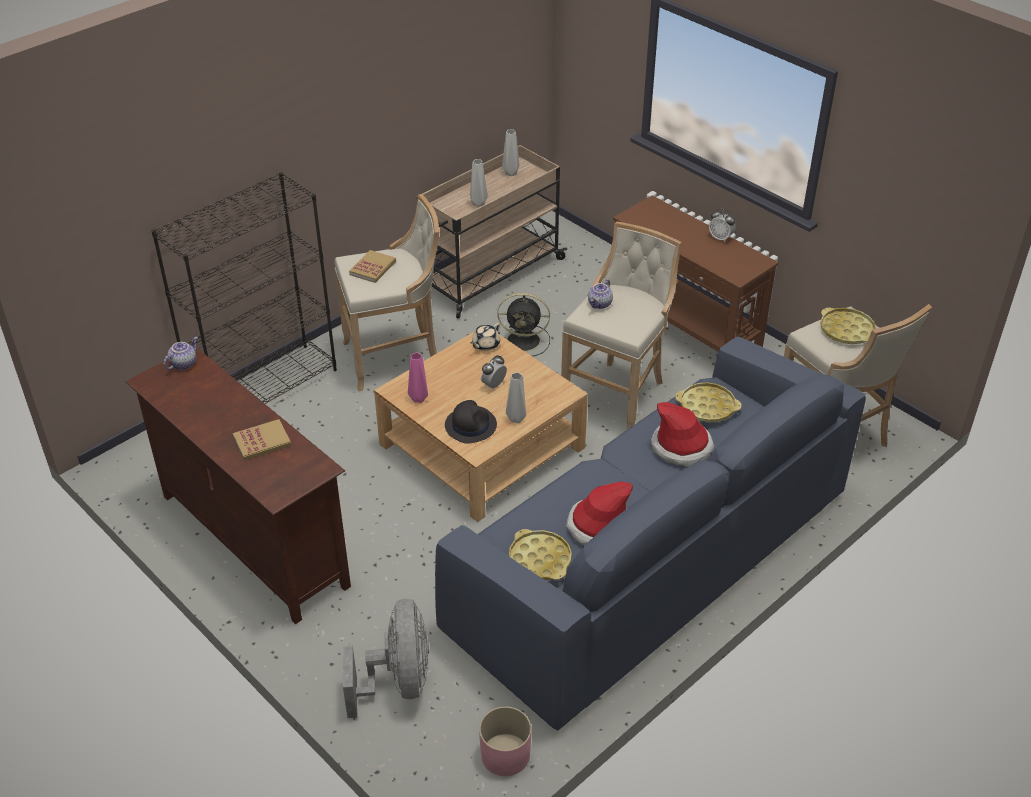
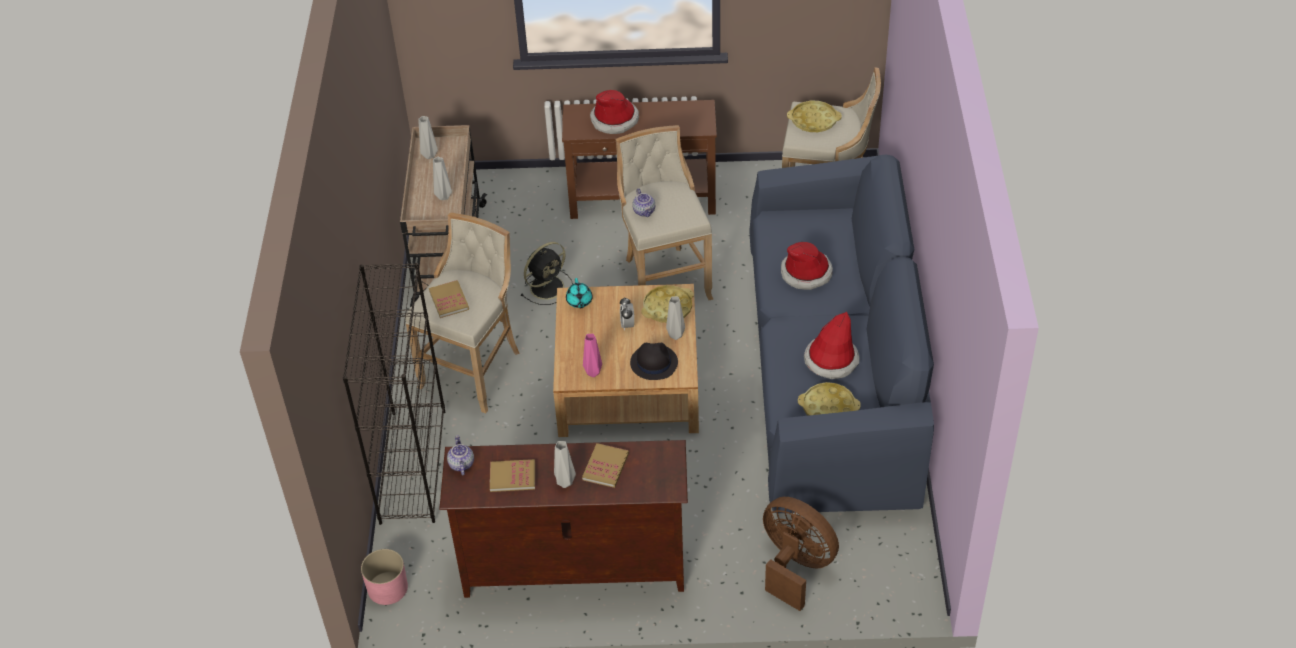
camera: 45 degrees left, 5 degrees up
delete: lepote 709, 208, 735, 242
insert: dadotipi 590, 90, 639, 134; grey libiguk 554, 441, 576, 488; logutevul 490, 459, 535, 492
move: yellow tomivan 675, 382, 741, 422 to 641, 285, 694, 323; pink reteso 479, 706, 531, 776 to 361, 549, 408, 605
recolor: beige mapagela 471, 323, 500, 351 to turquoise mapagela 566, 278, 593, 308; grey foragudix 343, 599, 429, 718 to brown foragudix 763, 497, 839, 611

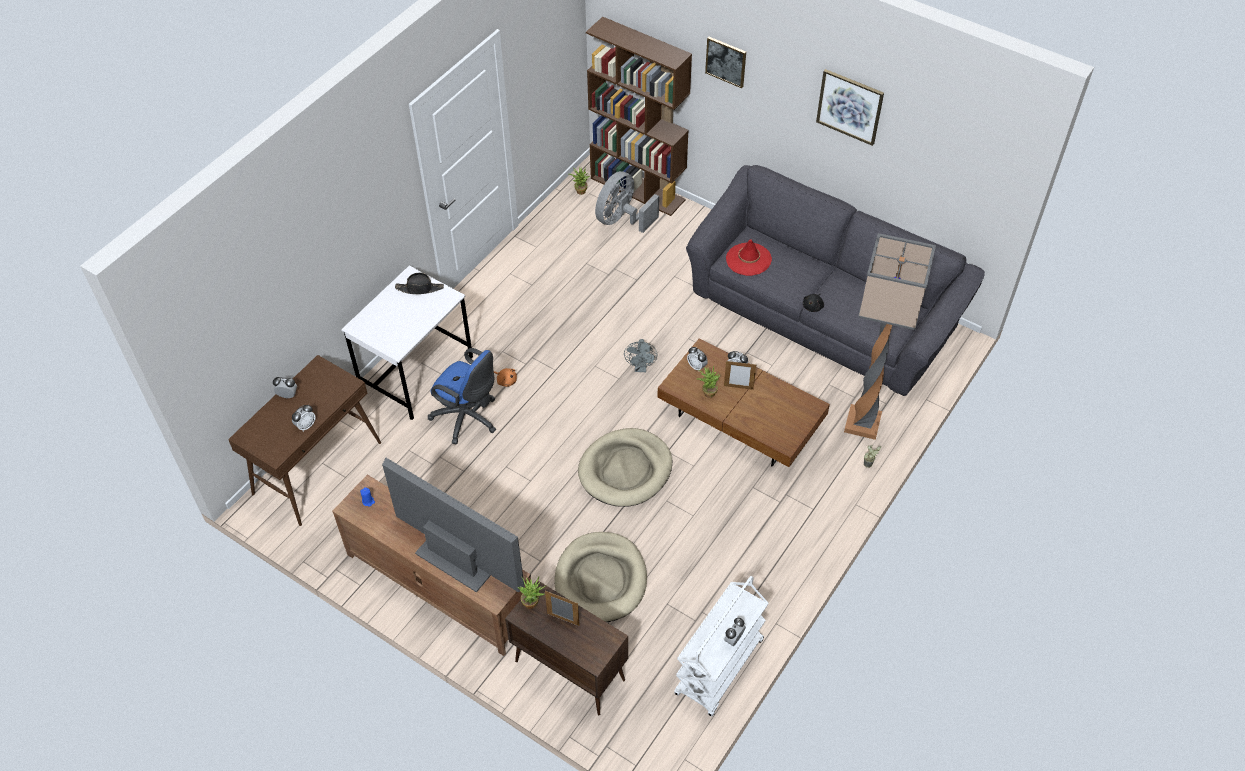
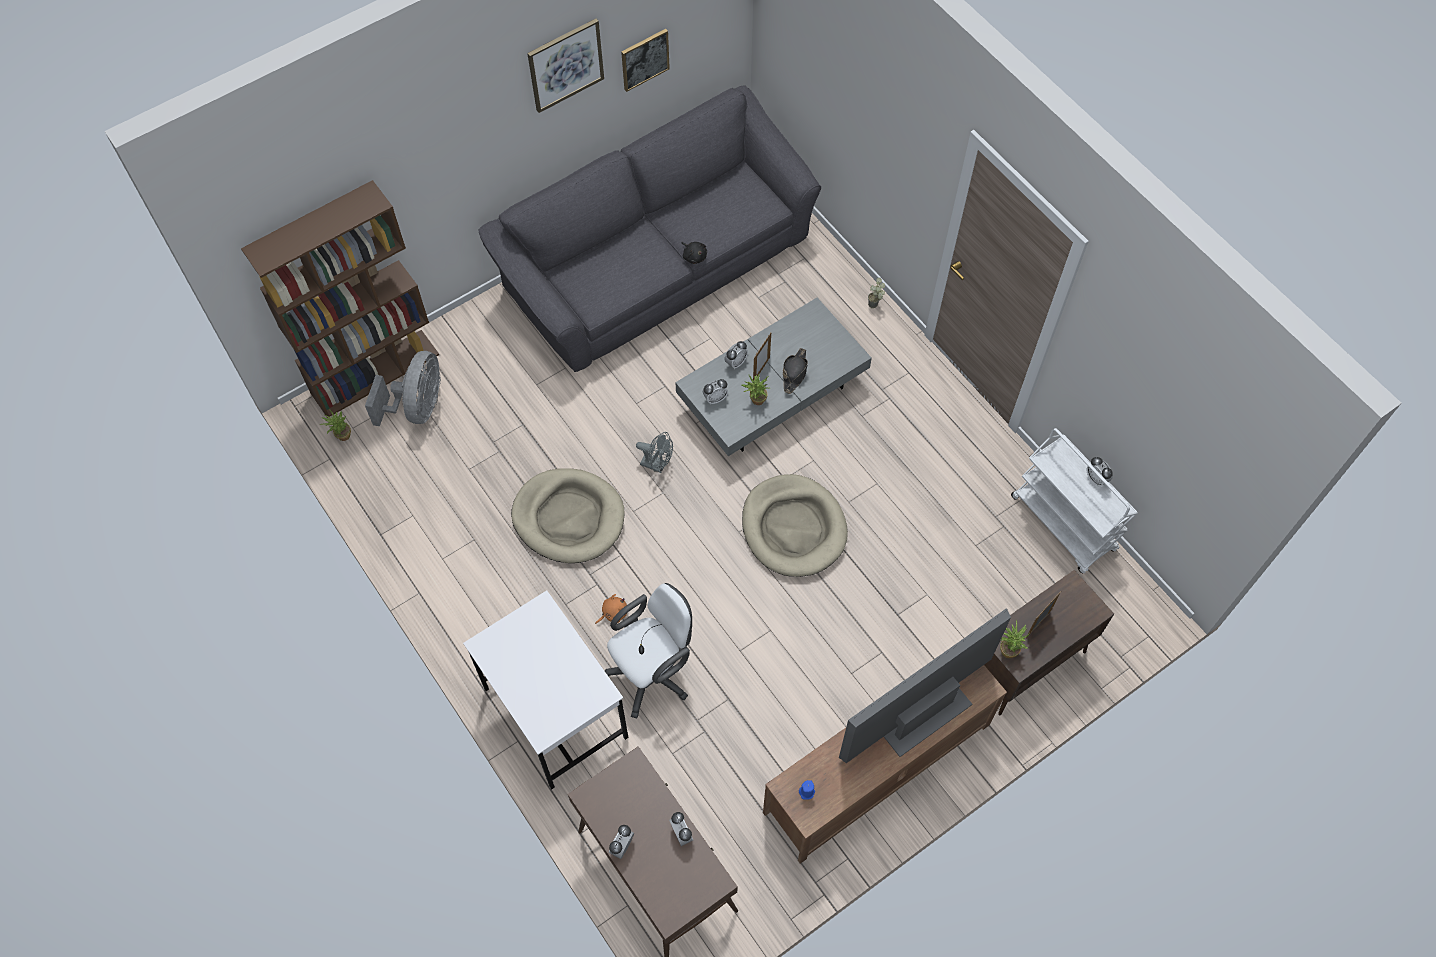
camera: 70 degrees left, 10 degrees up
delete: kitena 844, 233, 936, 440; red dadotipi 726, 239, 772, 276
move: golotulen 705, 37, 746, 88 to 621, 29, 670, 92; black dadotipi 395, 272, 444, 294 to 783, 348, 808, 394; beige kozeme 554, 532, 647, 622 to 511, 468, 625, 563
recolor: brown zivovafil 657, 338, 830, 467 to grey zivovafil 675, 298, 872, 456; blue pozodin 428, 348, 496, 444 to white pozodin 605, 583, 692, 718
rotate: grey foragudix 595, 171, 659, 233 = 365, 351, 441, 426 135 degrees counterclockwise

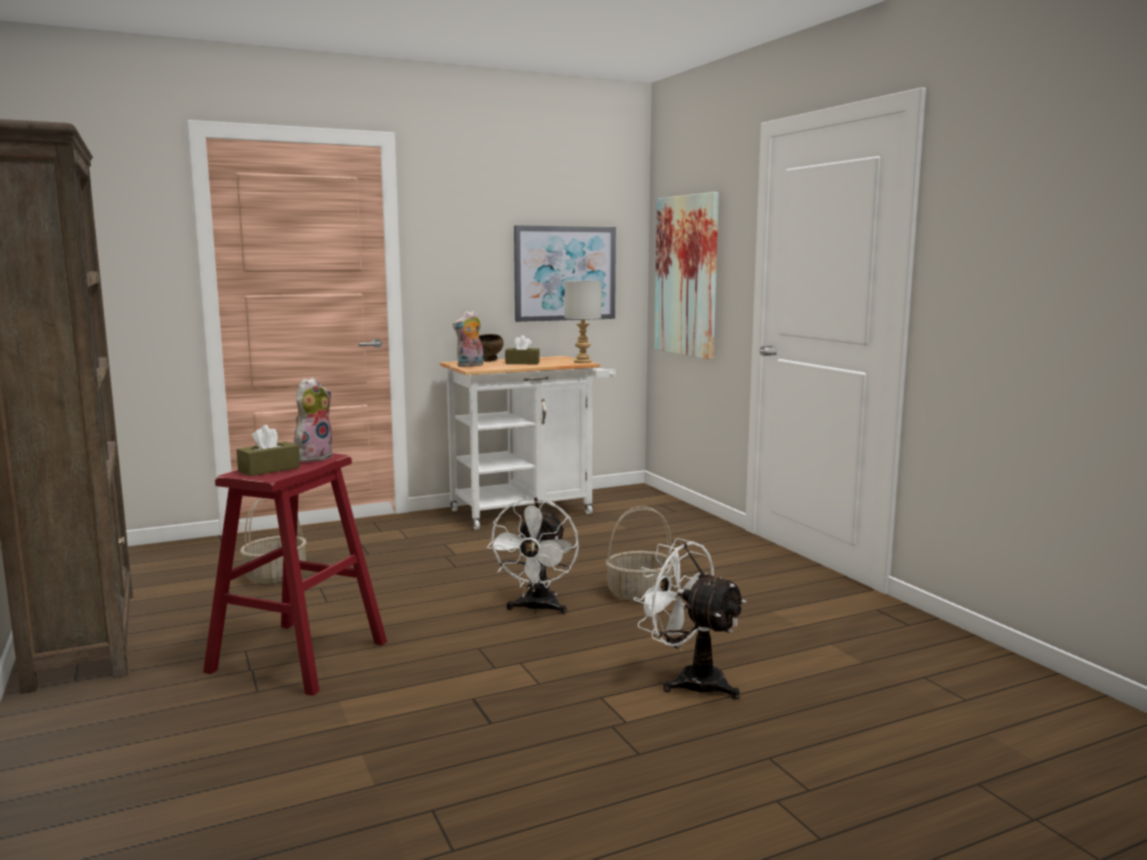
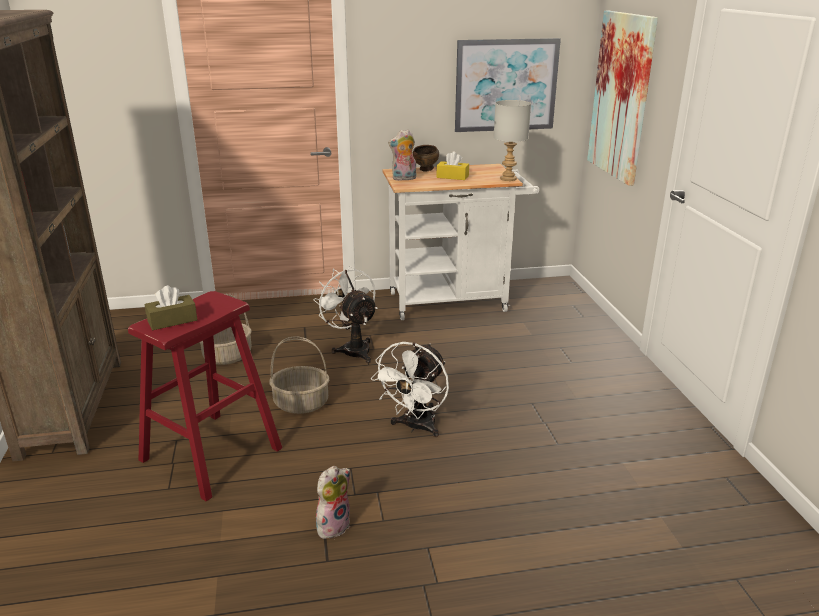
camera: 15 degrees right, 15 degrees up
move: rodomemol 294, 377, 333, 462 to 316, 466, 350, 539; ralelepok 605, 506, 673, 601 to 269, 336, 329, 414; white foragudix 633, 538, 747, 699 to 314, 266, 378, 363
recolor: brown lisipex 505, 335, 540, 364 to yellow lisipex 437, 152, 469, 180

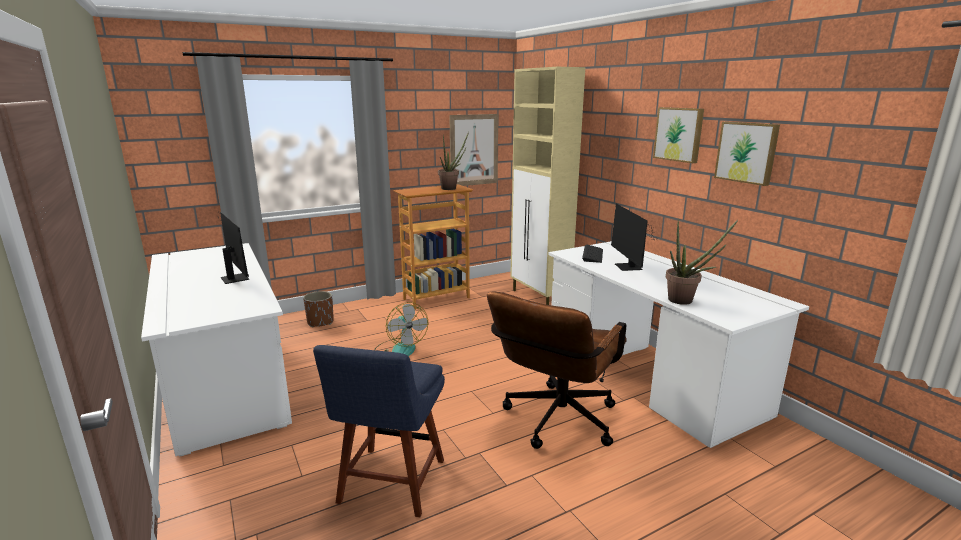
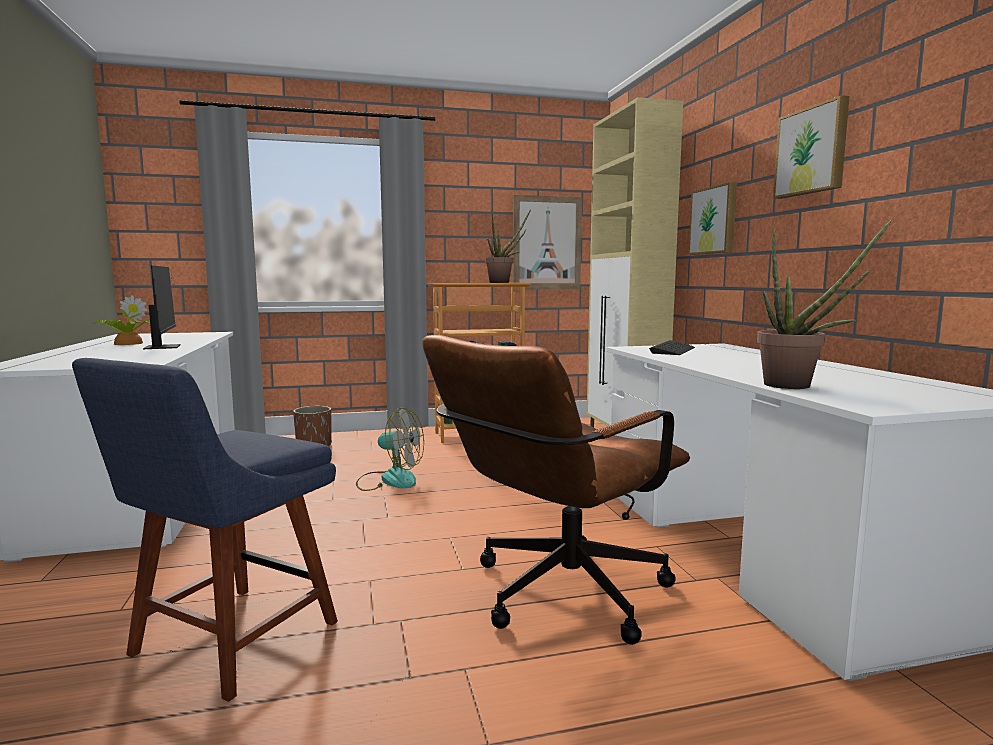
camera: 15 degrees right, 10 degrees down
delete: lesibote 611, 204, 655, 271
insert: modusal 94, 295, 150, 345
move: golotulen 714, 122, 780, 186 to 688, 182, 737, 255
rotate: foragudix 374, 302, 428, 356 = 356, 407, 424, 491 60 degrees counterclockwise

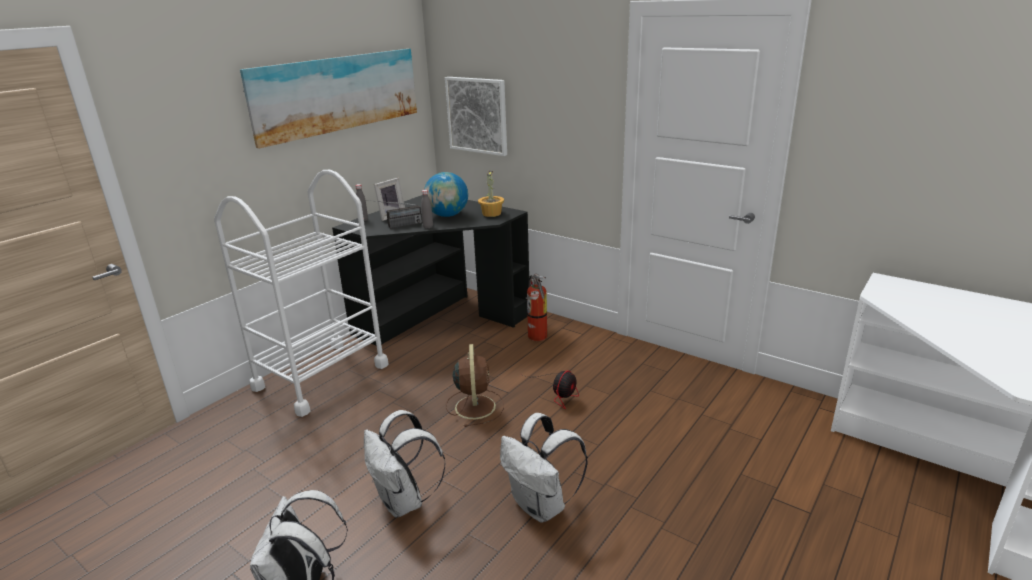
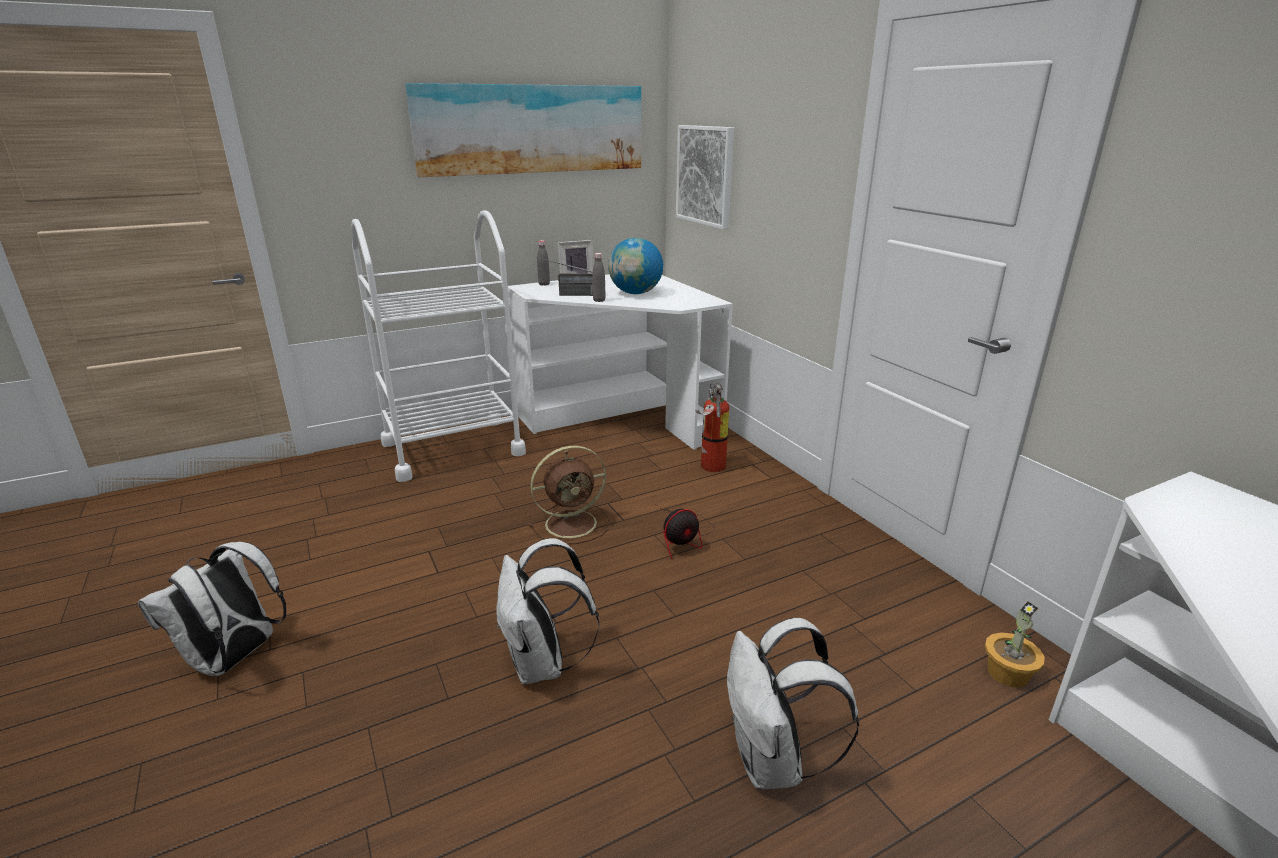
camera: 25 degrees right, 0 degrees up
move: modusal 478, 171, 504, 217 to 985, 602, 1045, 688; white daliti 364, 410, 446, 518 to 727, 618, 859, 789
recolor: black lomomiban 332, 195, 529, 345 to white lomomiban 508, 274, 733, 450
rotate: brown foragudix 446, 344, 504, 427 = 529, 446, 610, 544 45 degrees clockwise

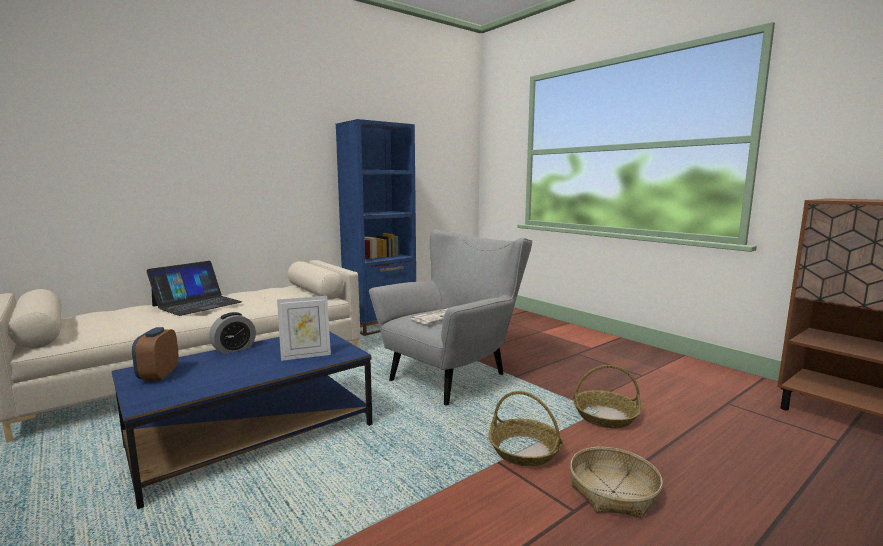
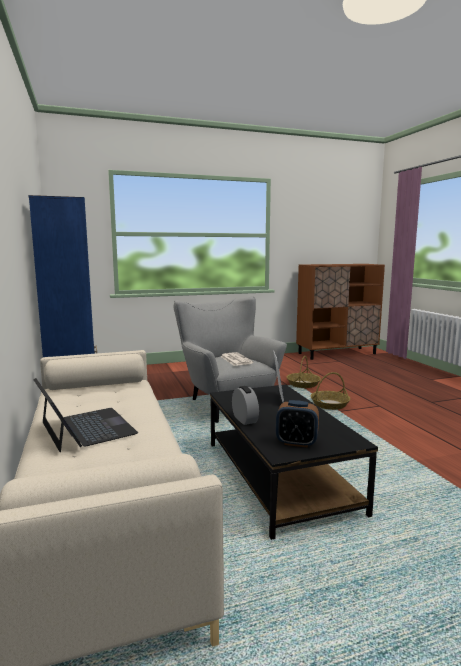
camera: 70 degrees left, 0 degrees up
delete: ralelepok 570, 447, 663, 519
recolor: blue zivovafil 112, 331, 372, 509 to black zivovafil 210, 385, 378, 540

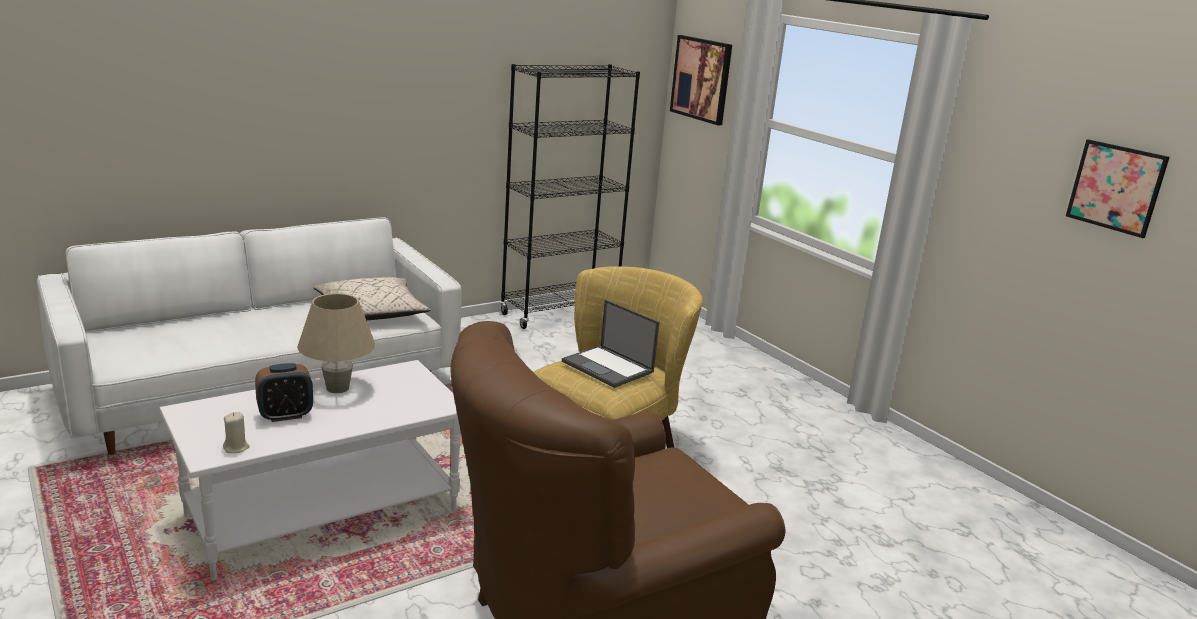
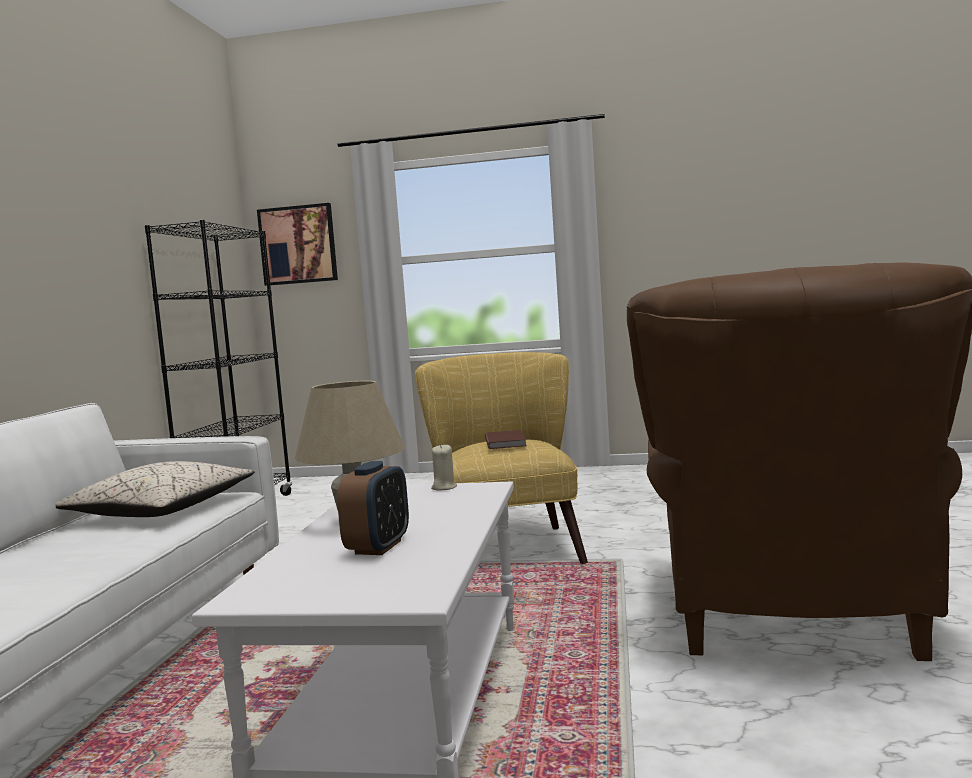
camera: 45 degrees left, 15 degrees down
delete: golotulen 1066, 139, 1170, 238
move: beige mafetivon 223, 412, 250, 453 to 431, 444, 457, 491
replace: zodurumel 562, 300, 659, 388 to brown logutevul 485, 430, 527, 449

